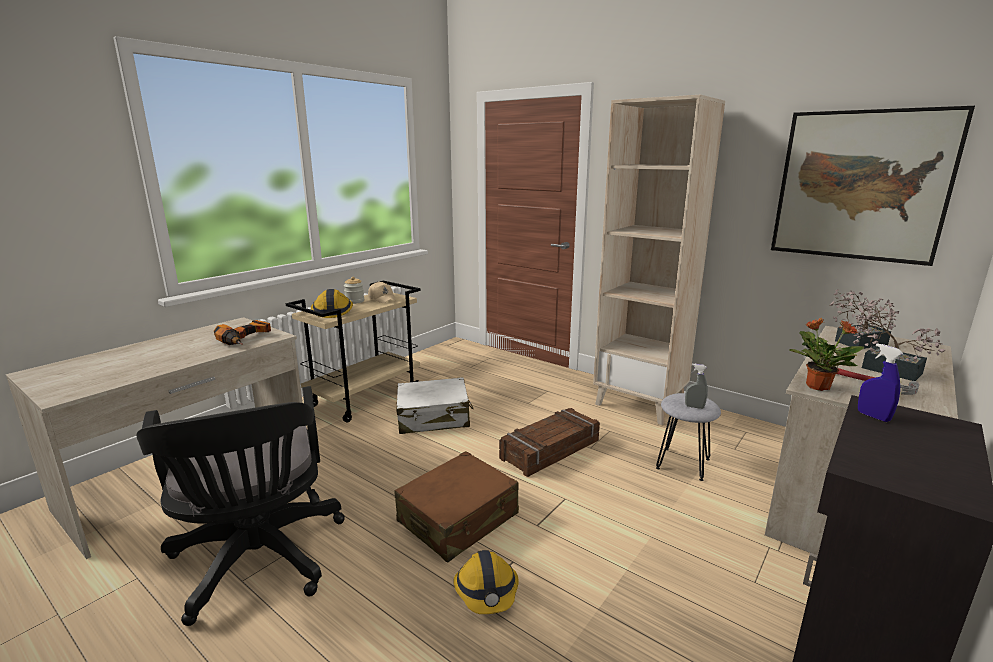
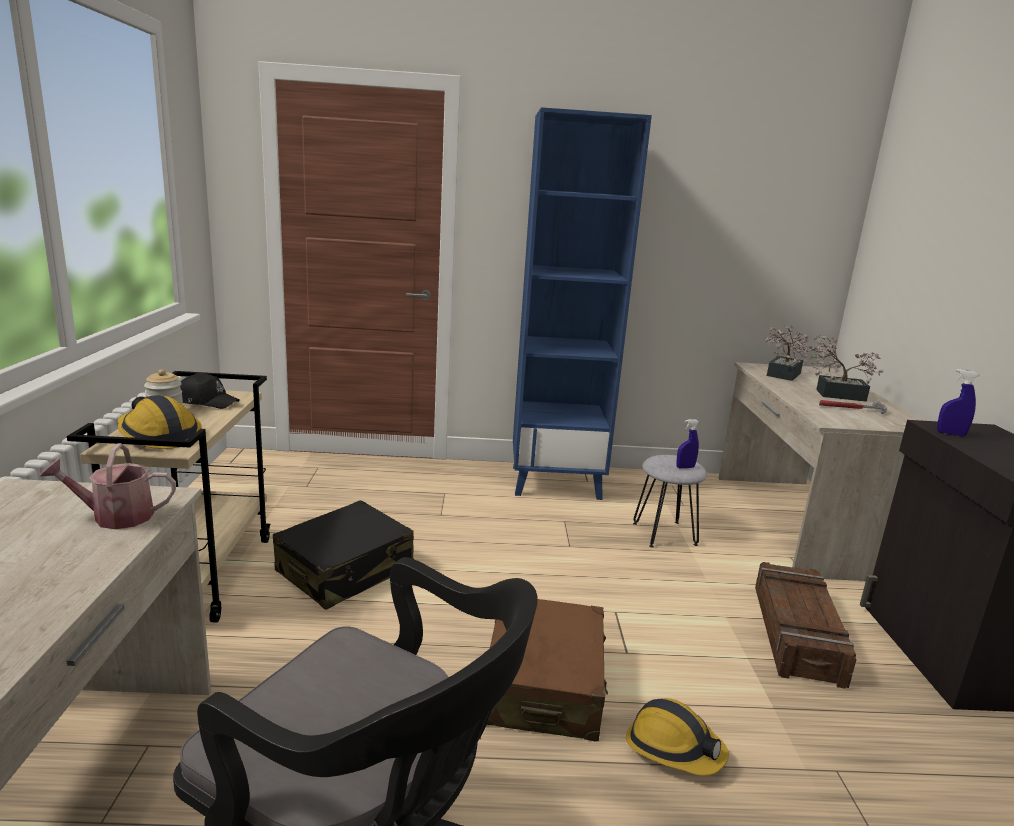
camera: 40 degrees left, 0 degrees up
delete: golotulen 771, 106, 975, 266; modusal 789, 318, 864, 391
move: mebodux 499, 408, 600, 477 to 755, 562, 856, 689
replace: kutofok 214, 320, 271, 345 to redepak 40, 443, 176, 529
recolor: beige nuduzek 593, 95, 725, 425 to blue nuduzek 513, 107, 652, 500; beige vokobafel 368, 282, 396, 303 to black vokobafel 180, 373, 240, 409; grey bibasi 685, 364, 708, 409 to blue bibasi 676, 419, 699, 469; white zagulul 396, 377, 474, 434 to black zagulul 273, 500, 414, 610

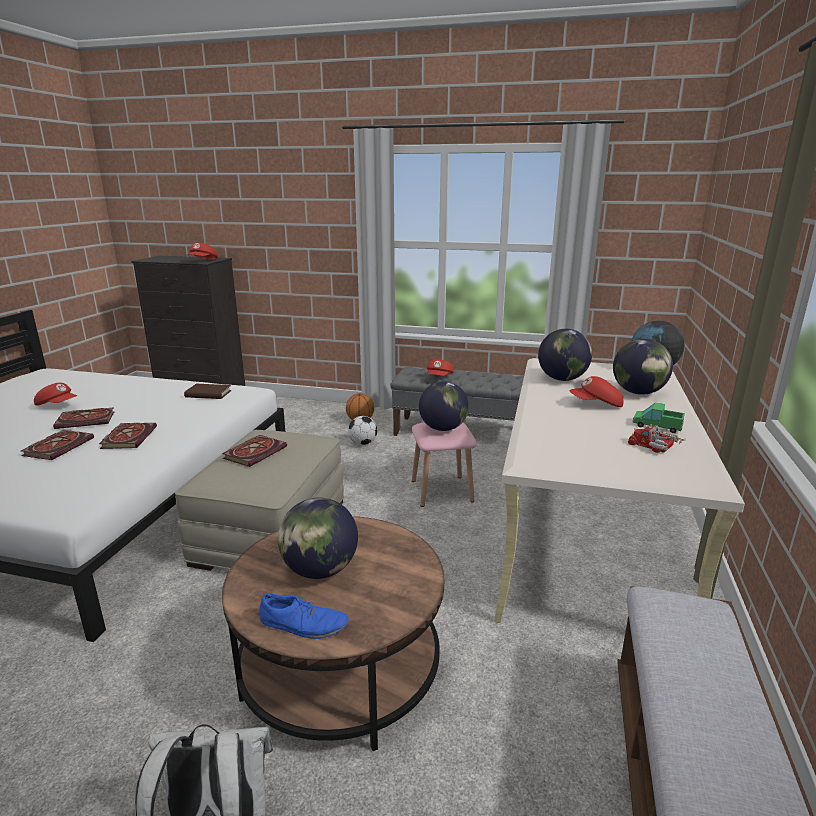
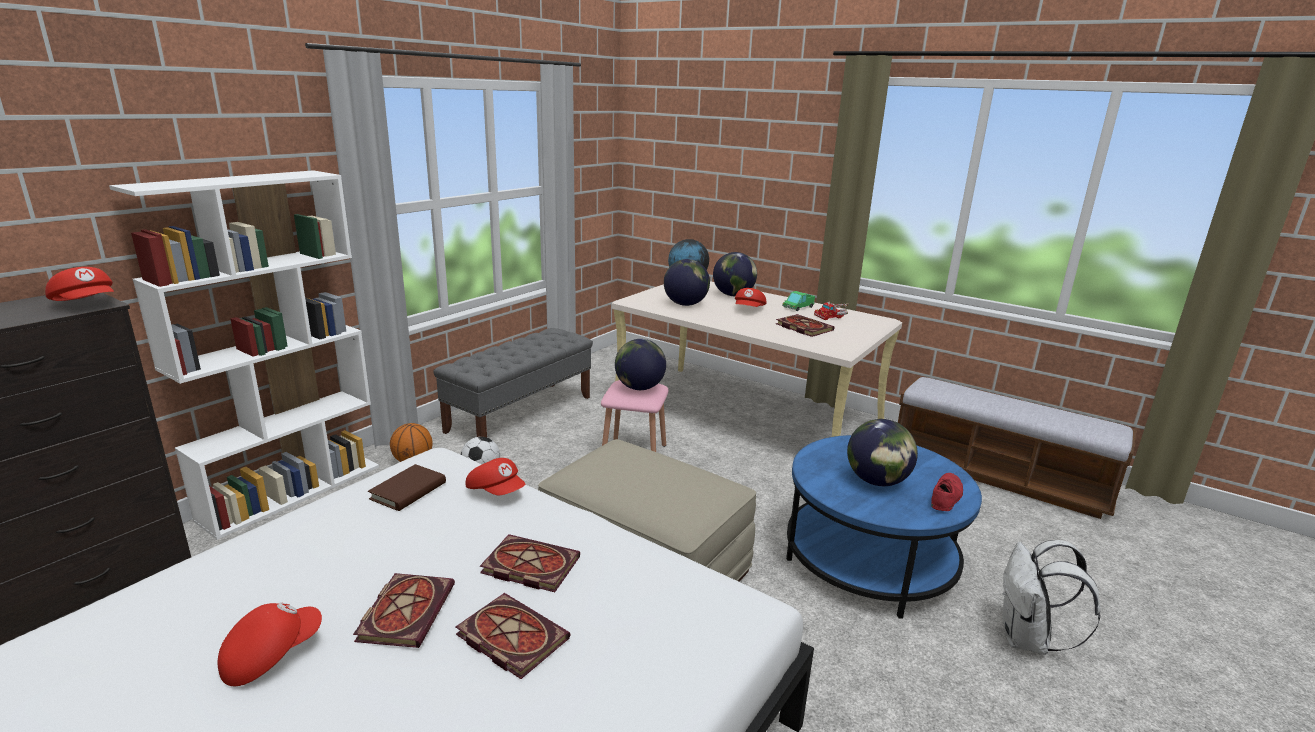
camera: 70 degrees left, 0 degrees up
insert: white nuduzek 109, 170, 379, 540
move: red vokobafel 427, 359, 454, 376 to 466, 458, 525, 496; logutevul 222, 435, 287, 467 to 776, 314, 835, 337
recolor: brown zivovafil 222, 516, 444, 751 to blue zivovafil 786, 435, 982, 618; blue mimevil 260, 593, 349, 639 to red mimevil 931, 473, 963, 511

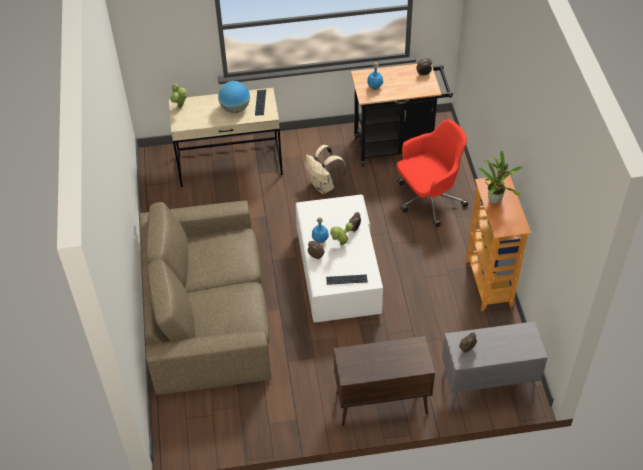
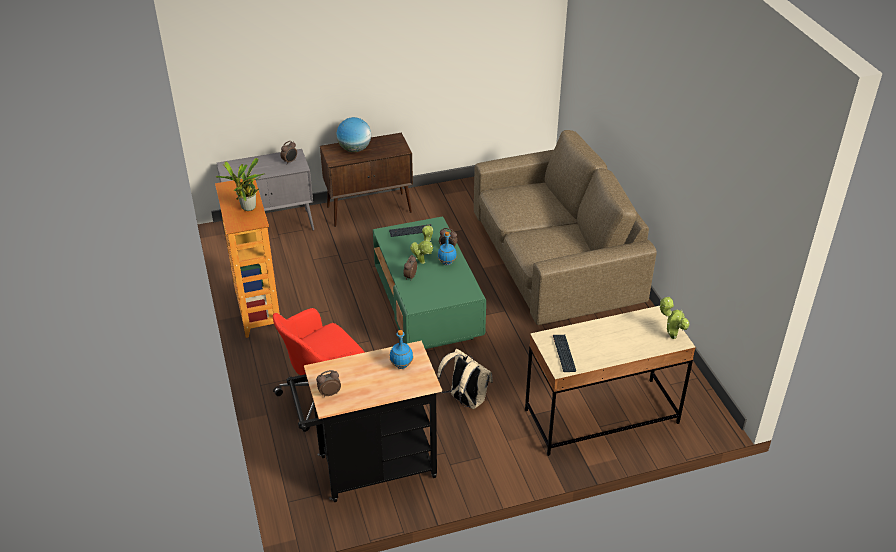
camera: 170 degrees right, 10 degrees down
move: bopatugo 218, 81, 250, 113 to 337, 117, 371, 152
recolor: white zivovafil 295, 195, 383, 322 to green zivovafil 373, 217, 486, 349

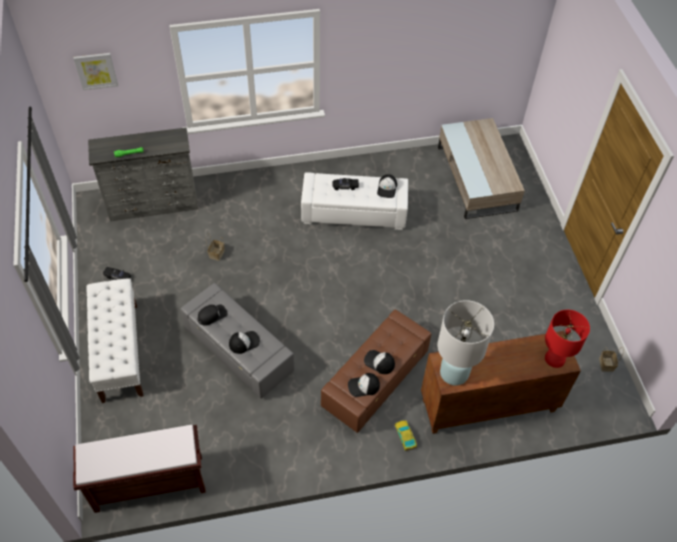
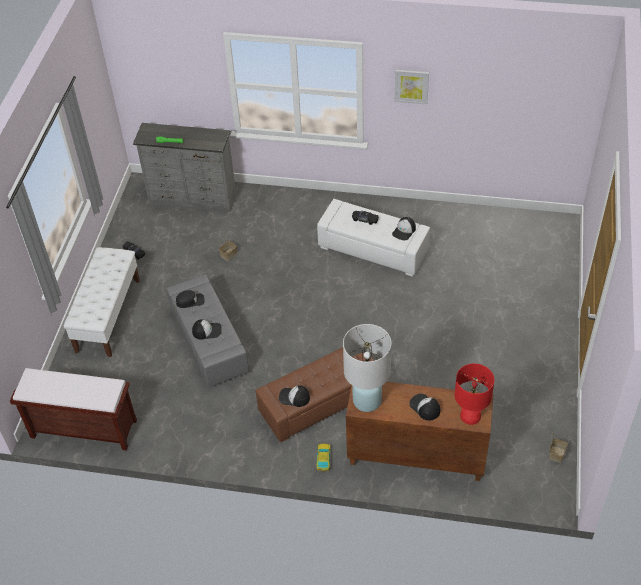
camera: 25 degrees right, 5 degrees down
delete: beige zivovafil 438, 118, 525, 219
move: golotulen 73, 53, 118, 90 to 395, 70, 429, 104; vokobafel 364, 350, 395, 374 to 409, 393, 440, 421

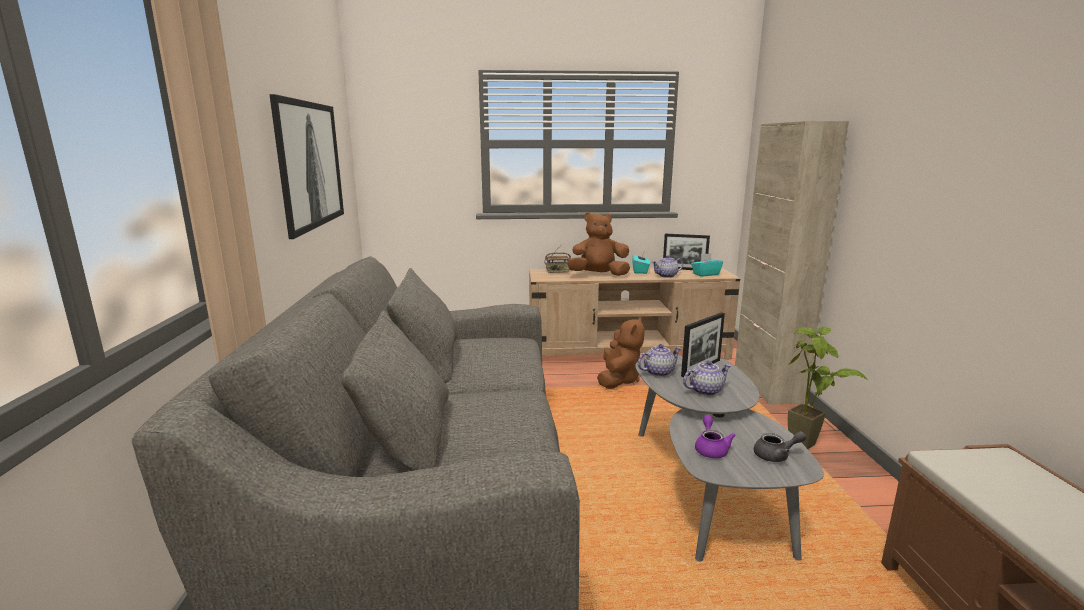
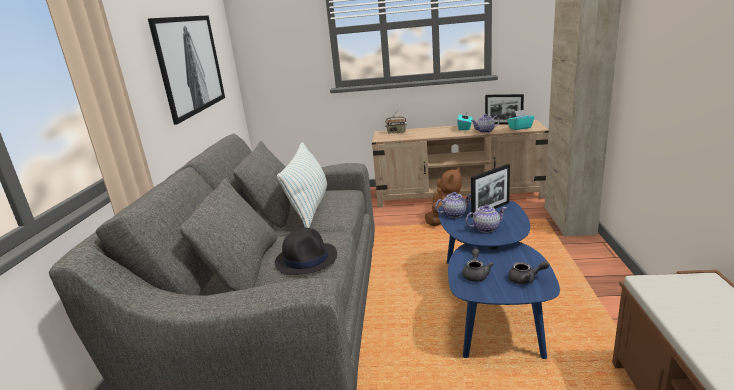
camera: 10 degrees right, 5 degrees up
delete: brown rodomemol 567, 212, 630, 276; modusal 788, 327, 869, 449
insert: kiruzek 277, 142, 327, 228; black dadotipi 275, 228, 337, 275
recolor: grey zivovafil 635, 356, 824, 562 to blue zivovafil 438, 200, 560, 359; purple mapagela 695, 415, 736, 458 to grey mapagela 462, 248, 494, 282

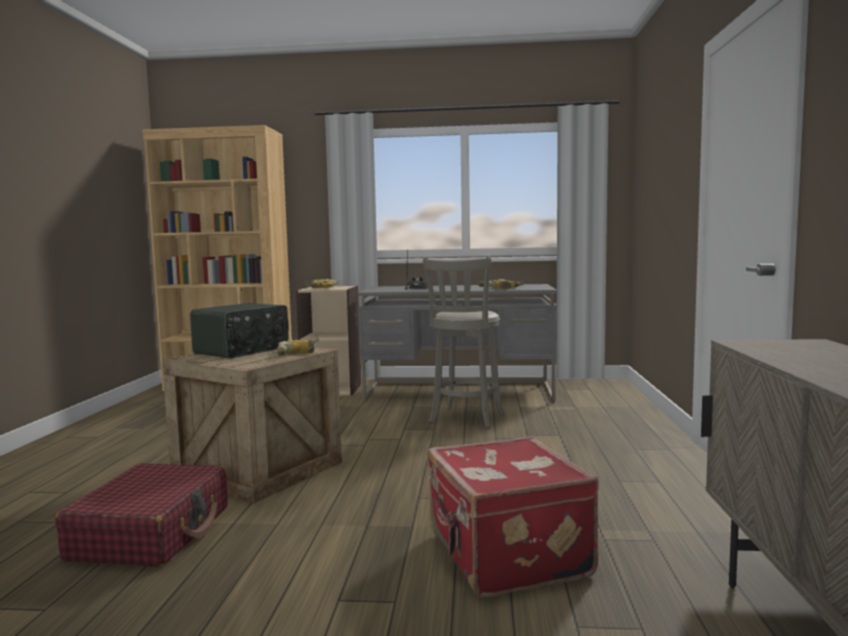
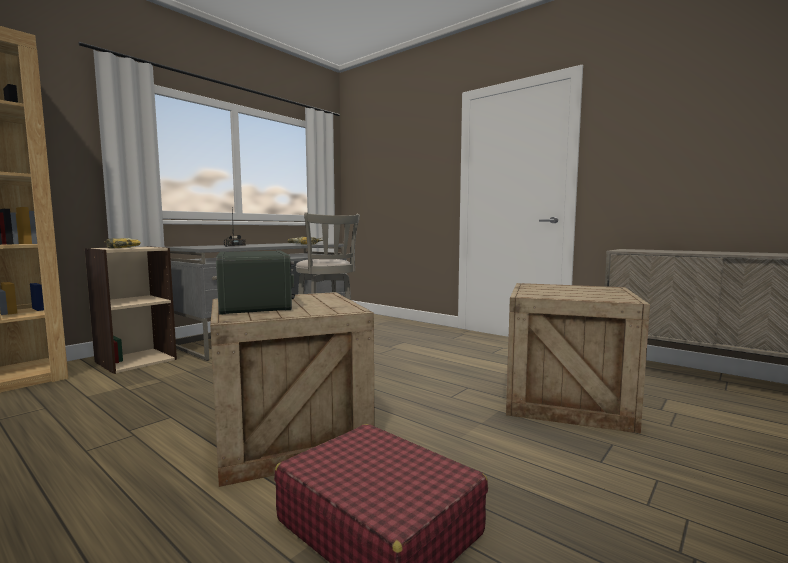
camera: 55 degrees left, 0 degrees up
delete: kutofok 277, 338, 319, 356
replace: red zagulul 427, 436, 599, 597 to mebodux 506, 283, 650, 434

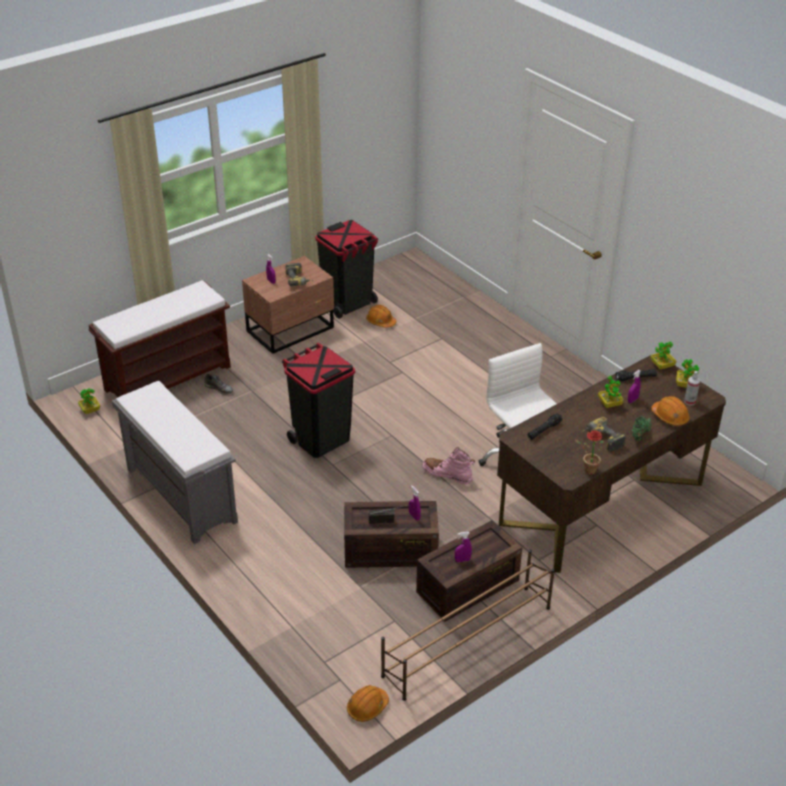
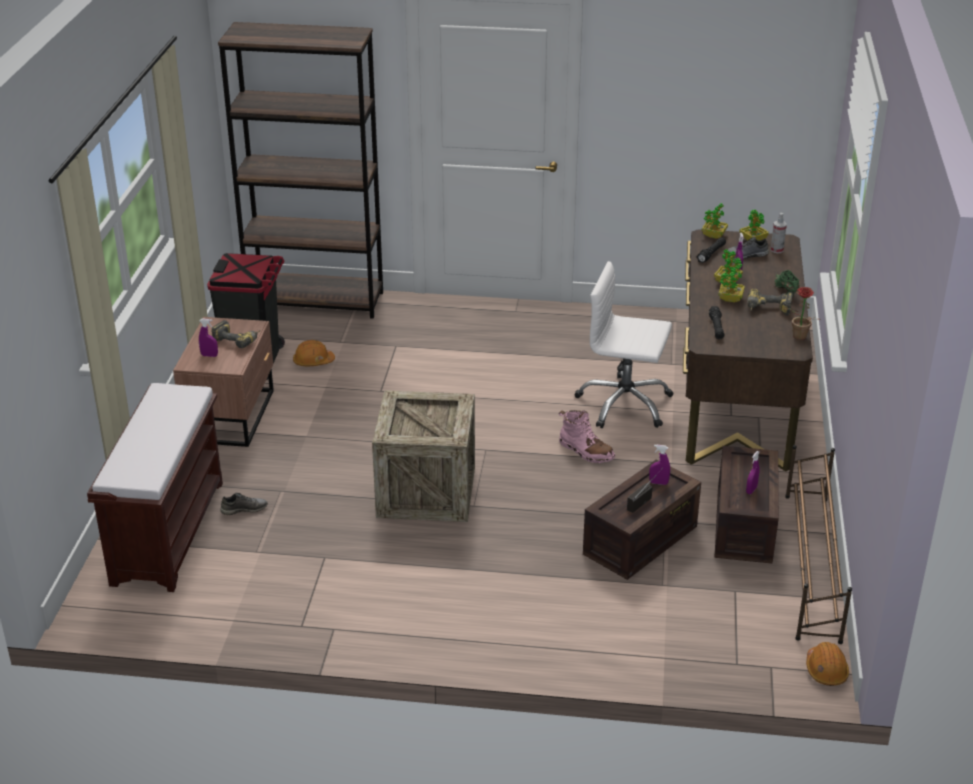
camera: 45 degrees left, 5 degrees down
delete: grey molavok 112, 381, 238, 544; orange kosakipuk 651, 396, 690, 426
insert: brown nuduzek 218, 22, 383, 319; grey mimevil 727, 237, 769, 259
move: modusal 78, 388, 101, 414 to 719, 265, 745, 302
replace: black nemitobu 282, 343, 355, 458 to mebodux 372, 390, 475, 522
rotate: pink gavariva 422, 447, 475, 484 = 559, 410, 615, 463 120 degrees counterclockwise

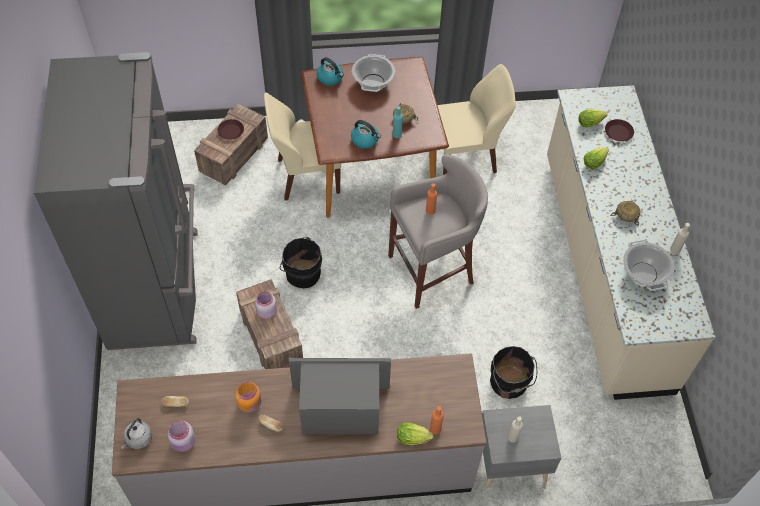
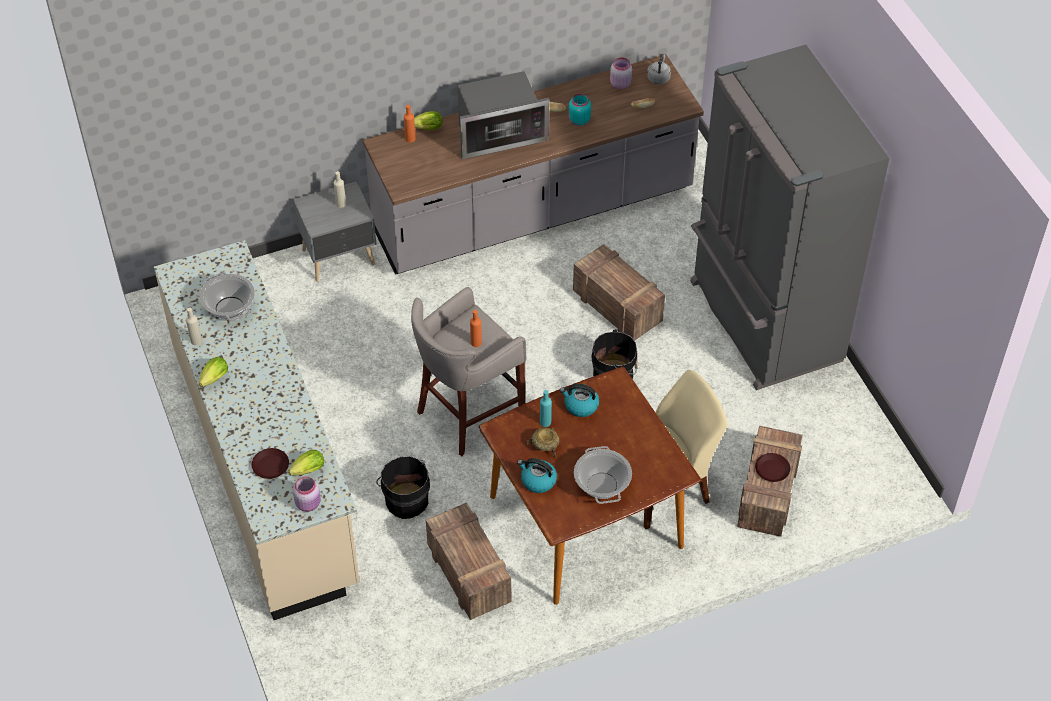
camera: 165 degrees right, 5 degrees down
delete: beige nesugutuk 610, 200, 641, 226
move: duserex 317, 57, 344, 86 to 517, 458, 557, 493; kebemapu 584, 147, 609, 169 to 199, 357, 228, 387; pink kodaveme 255, 292, 277, 319 to 293, 476, 321, 512; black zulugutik 490, 346, 537, 399 to 376, 456, 430, 519
replace: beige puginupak 437, 64, 516, 175 to mebodux 426, 503, 511, 620
recolor: orange kodaveme 235, 382, 262, 413 to turquoise kodaveme 569, 94, 591, 126

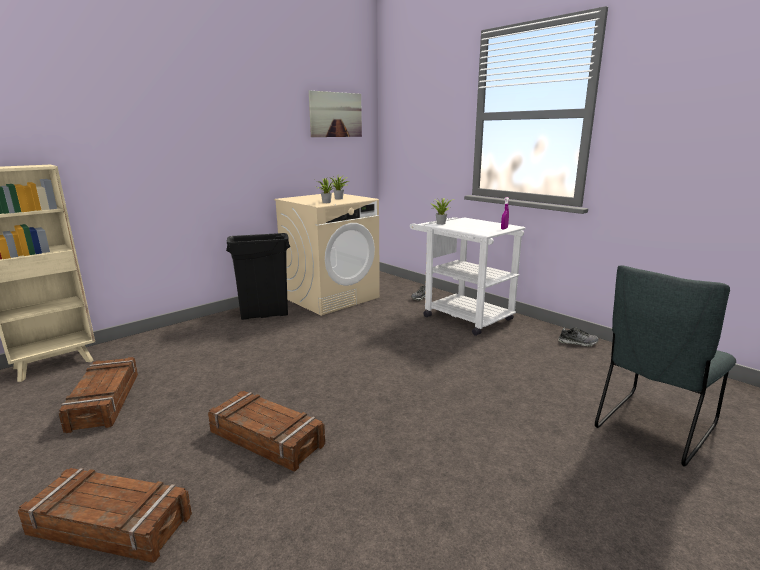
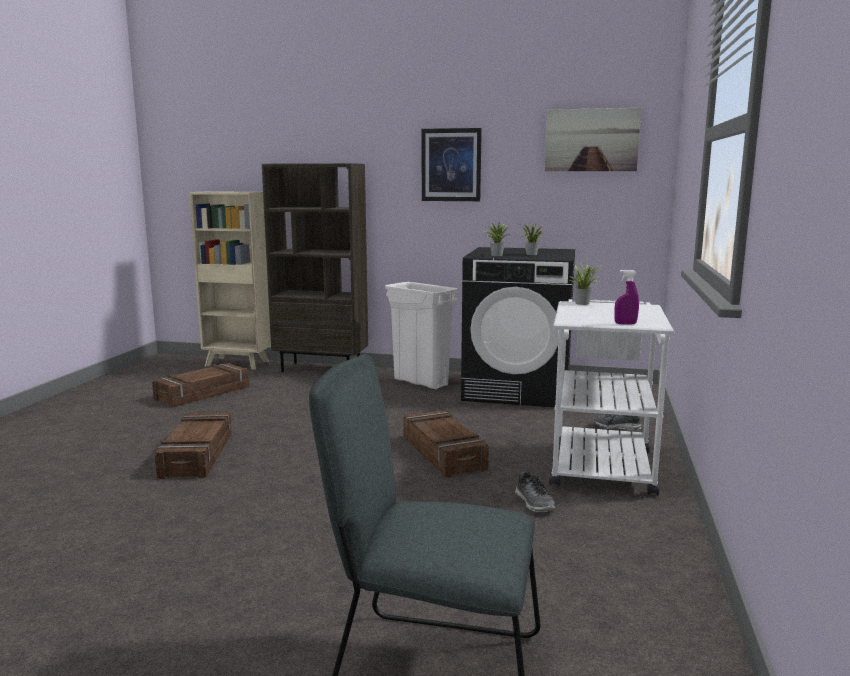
camera: 55 degrees right, 5 degrees down
insert: golotulen 422, 128, 482, 201; brown nuduzek 262, 163, 368, 372
move: mimevil 558, 327, 599, 346 to 515, 471, 555, 512; mebodux 18, 468, 192, 563 to 404, 410, 489, 478
recolor: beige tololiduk 274, 193, 380, 316 to black tololiduk 461, 247, 575, 407; black nemitobu 226, 233, 290, 320 to white nemitobu 385, 282, 457, 389

